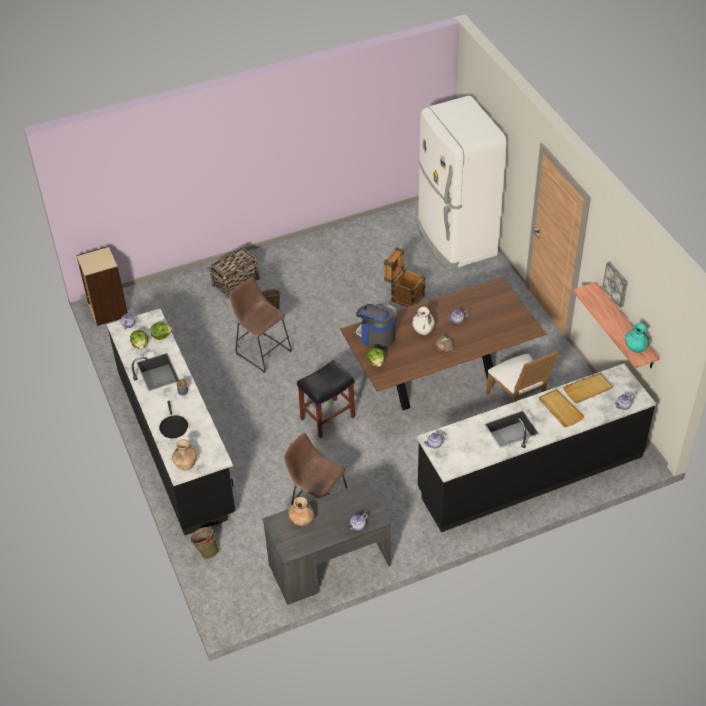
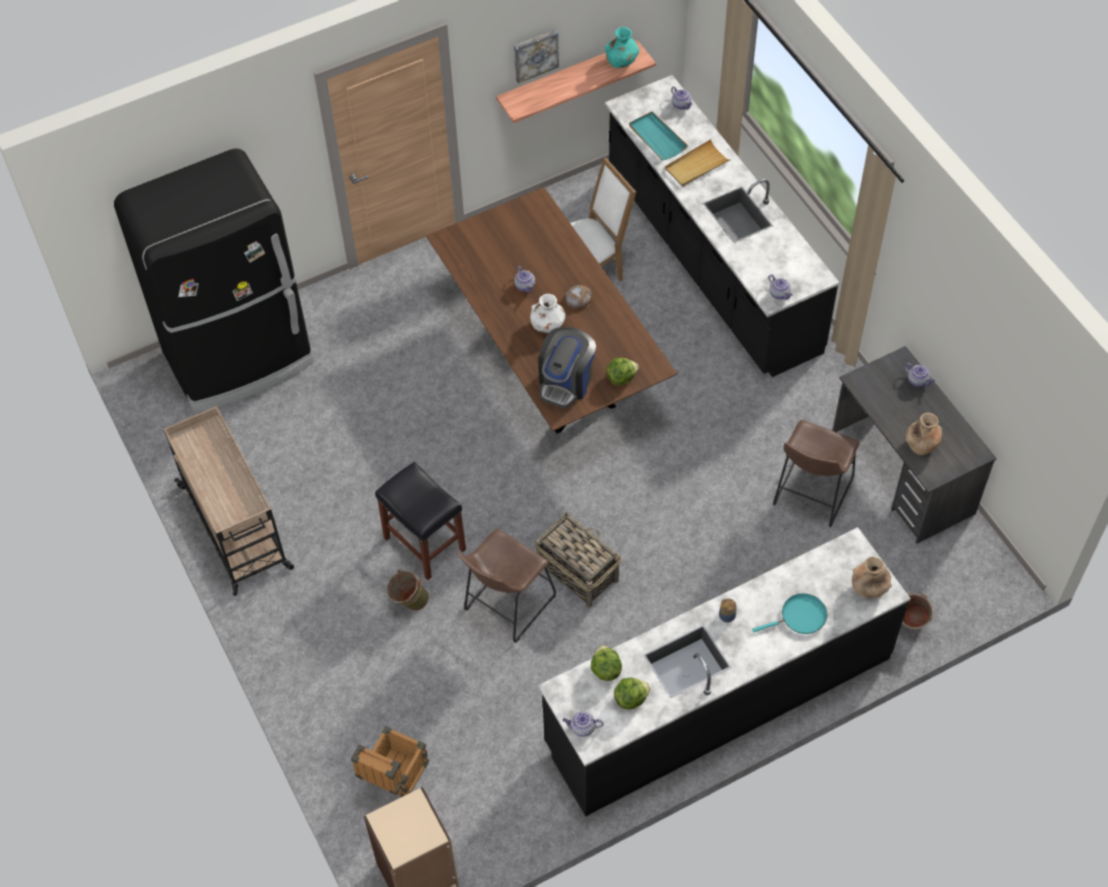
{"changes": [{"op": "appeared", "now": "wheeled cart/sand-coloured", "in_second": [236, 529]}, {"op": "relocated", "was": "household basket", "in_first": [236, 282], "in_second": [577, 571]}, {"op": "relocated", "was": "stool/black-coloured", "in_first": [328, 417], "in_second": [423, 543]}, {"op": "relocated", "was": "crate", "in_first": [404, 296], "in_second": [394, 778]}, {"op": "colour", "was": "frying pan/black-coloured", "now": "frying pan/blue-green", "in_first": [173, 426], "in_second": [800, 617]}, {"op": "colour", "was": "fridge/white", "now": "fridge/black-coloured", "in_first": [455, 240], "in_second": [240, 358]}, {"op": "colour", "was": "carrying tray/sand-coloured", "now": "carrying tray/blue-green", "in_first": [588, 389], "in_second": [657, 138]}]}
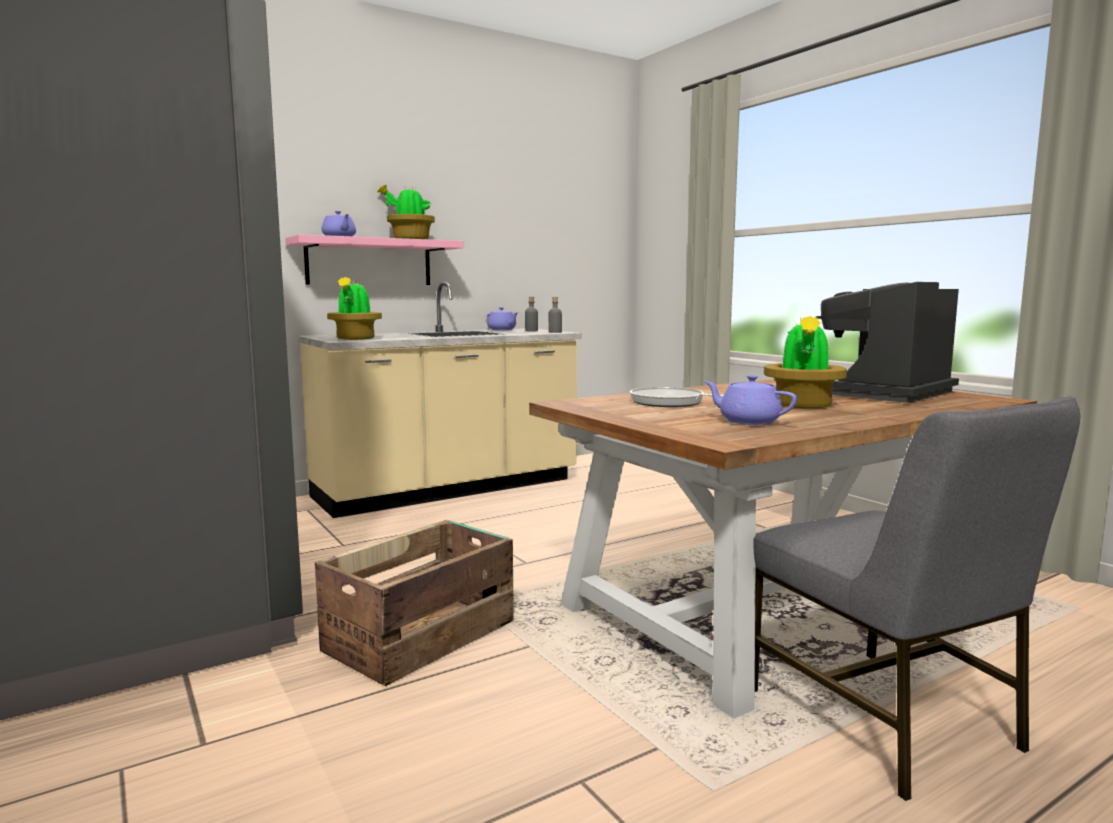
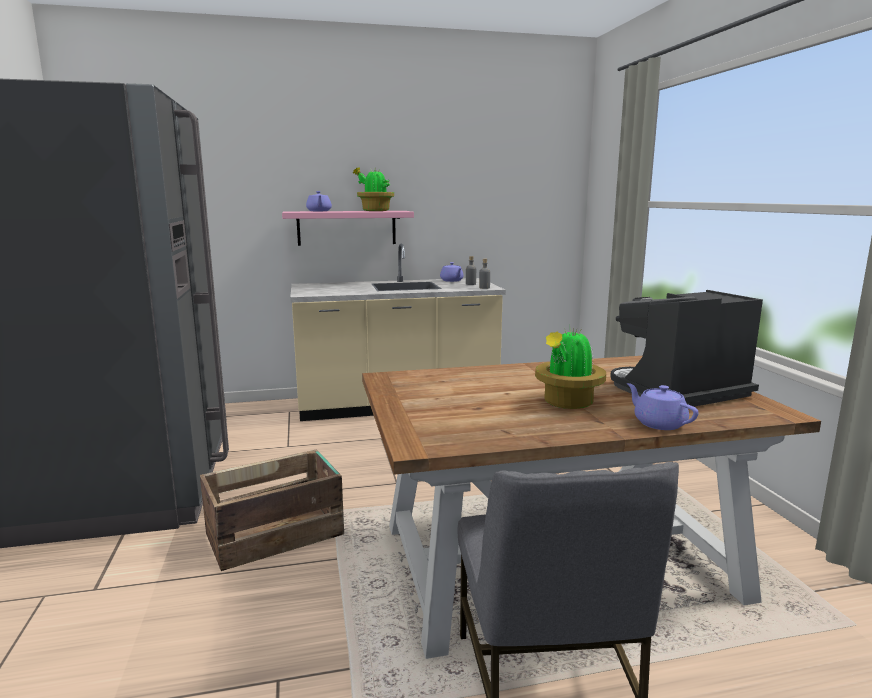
{"changes": [{"op": "missing", "was": "houseplant", "in_first": [355, 339]}, {"op": "missing", "was": "frying pan", "in_first": [671, 402]}, {"op": "relocated", "was": "tea pot/purplish", "in_first": [748, 421], "in_second": [658, 423]}]}
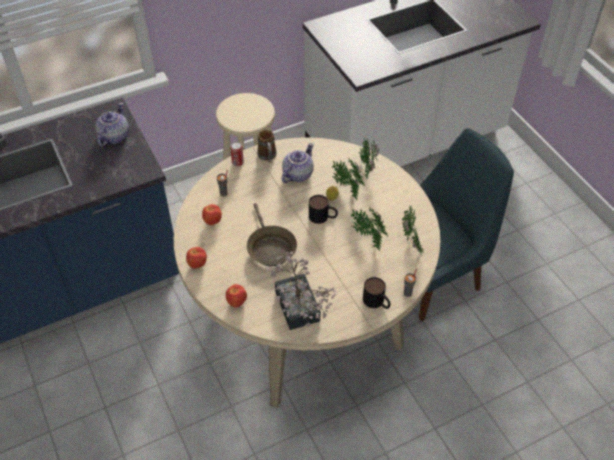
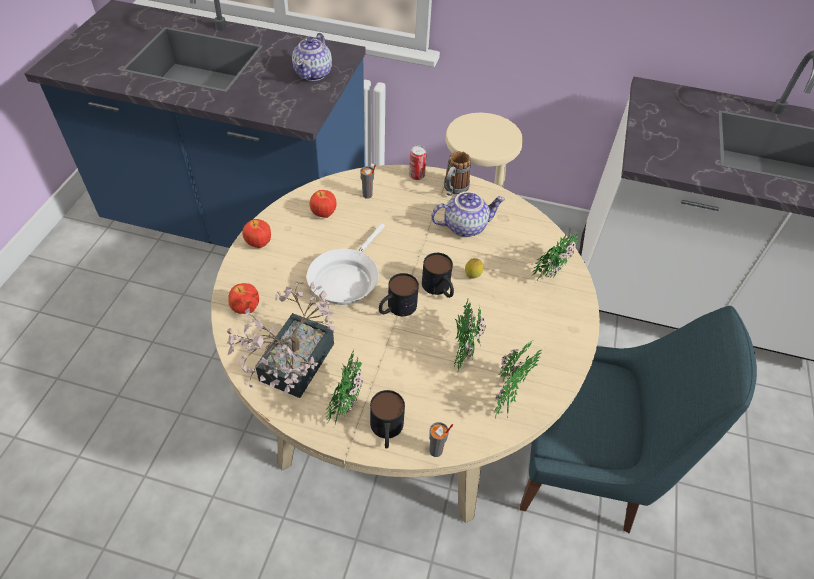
{"changes": [{"op": "appeared", "now": "coffee mug", "in_second": [396, 308]}, {"op": "relocated", "was": "houseplant", "in_first": [347, 188], "in_second": [347, 400]}, {"op": "colour", "was": "frying pan/brown-coloured", "now": "frying pan/white", "in_first": [270, 247], "in_second": [346, 279]}, {"op": "spun", "was": "tea pot", "in_first": [114, 136], "in_second": [313, 73], "clockwise": 135}]}
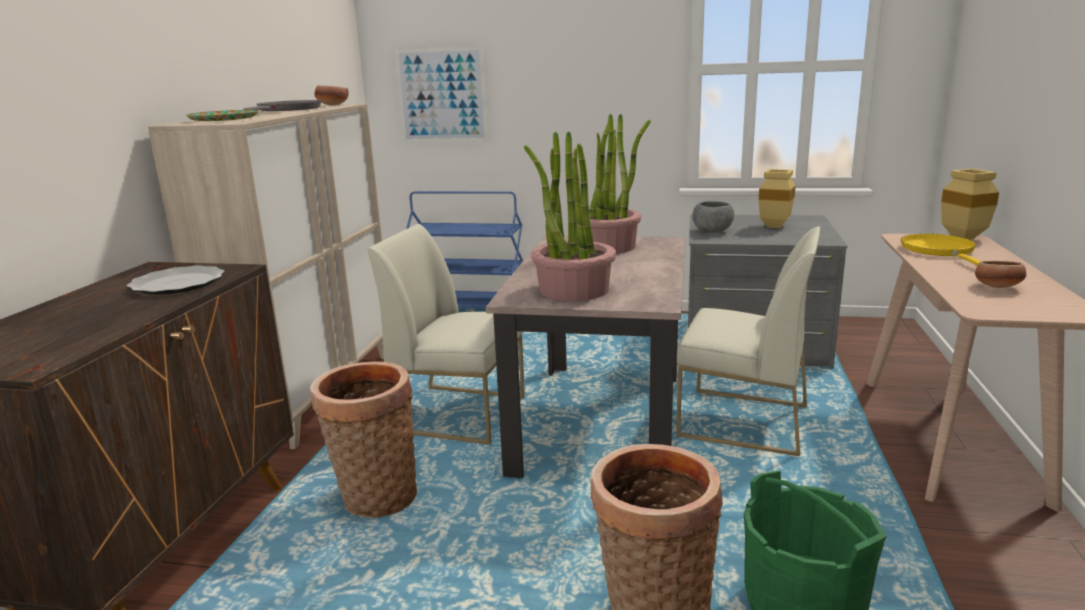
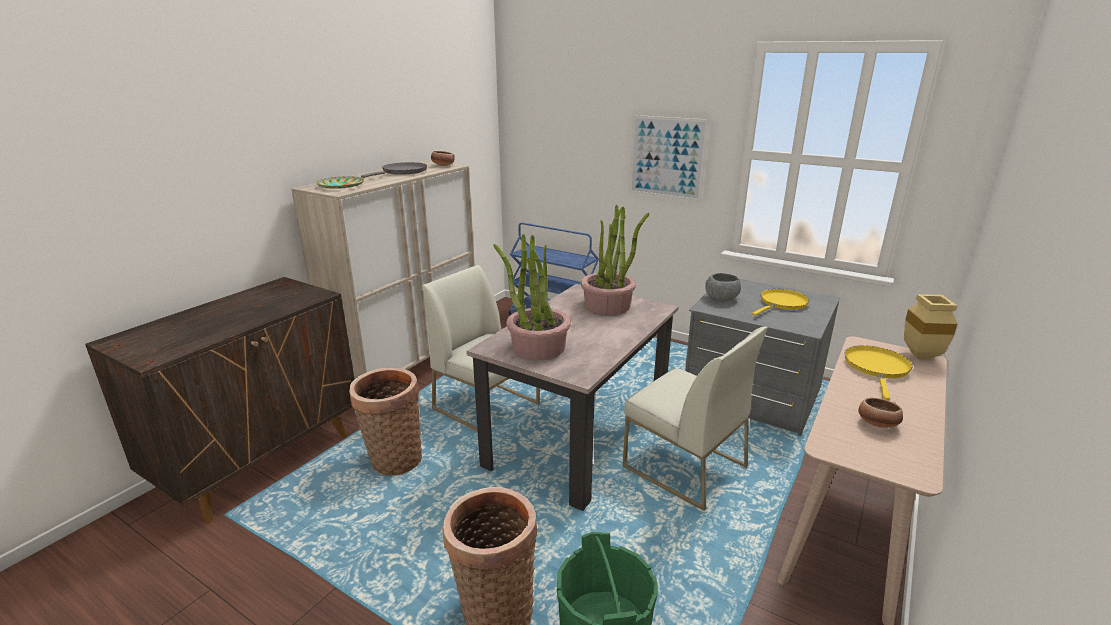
{"changes": [{"op": "missing", "was": "dinner plate", "in_first": [177, 284]}, {"op": "relocated", "was": "wall picture", "in_first": [442, 95], "in_second": [667, 157]}, {"op": "exchanged", "was": "flower vase/sand-coloured", "now": "frying pan/yellow", "in_first": [776, 226], "in_second": [781, 303]}]}
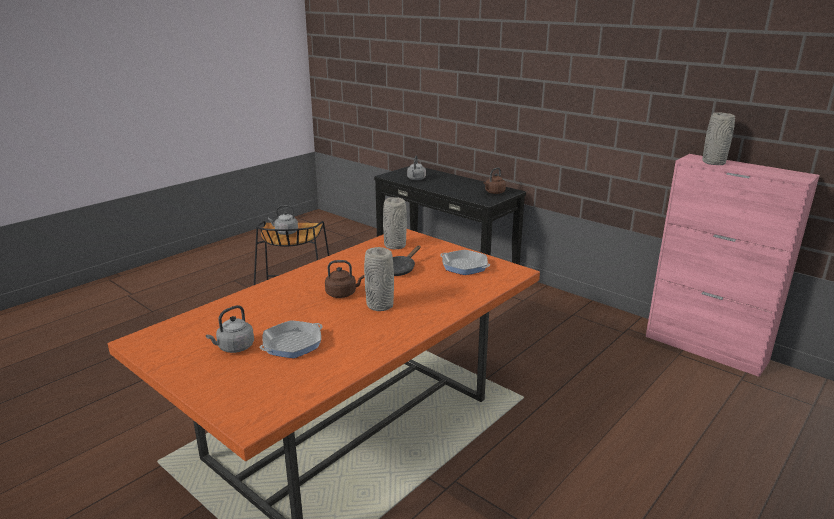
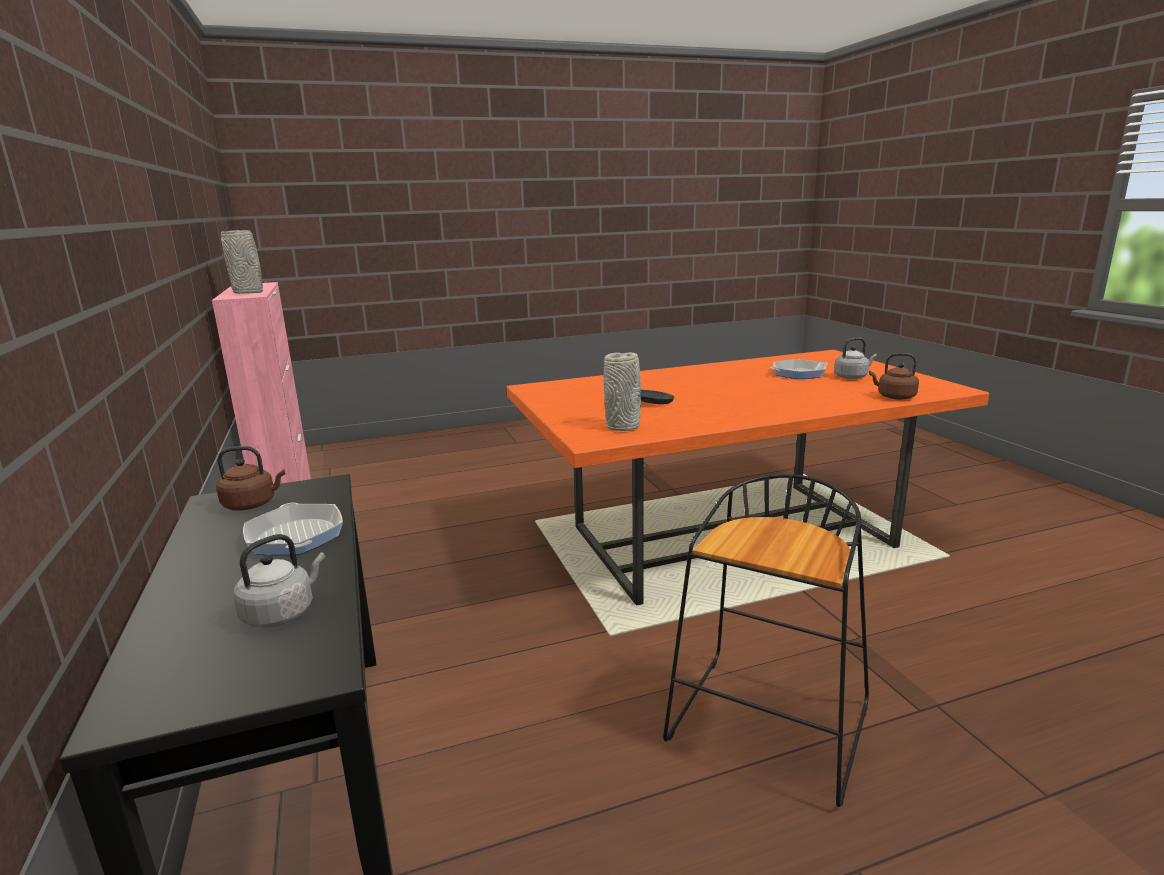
{"changes": [{"op": "missing", "was": "kettle/gray", "in_first": [285, 232]}, {"op": "missing", "was": "flower vase/gray", "in_first": [380, 306]}, {"op": "relocated", "was": "kettle/brown-coloured", "in_first": [343, 294], "in_second": [894, 397]}, {"op": "relocated", "was": "frying pan", "in_first": [464, 266], "in_second": [295, 537]}]}
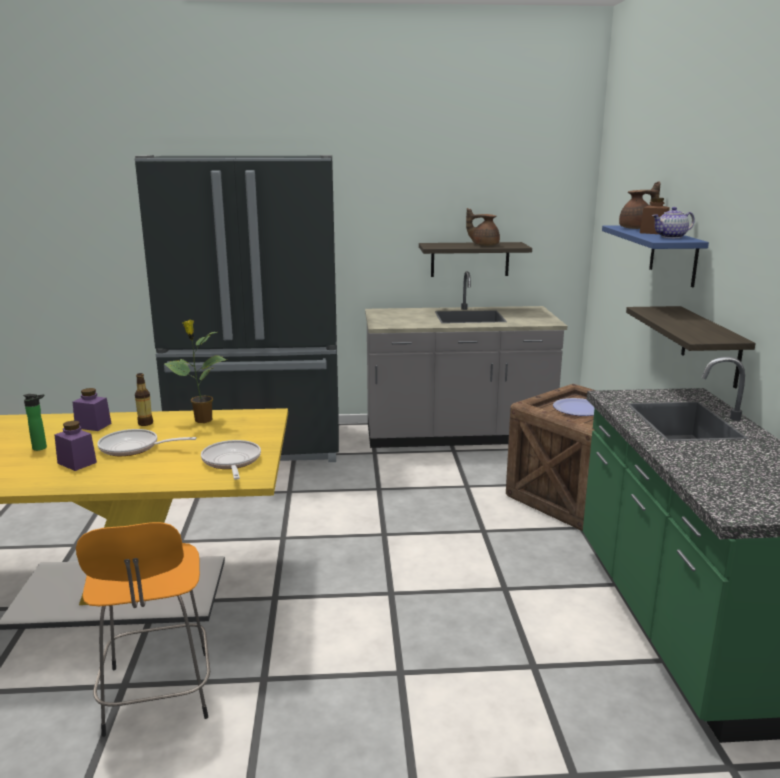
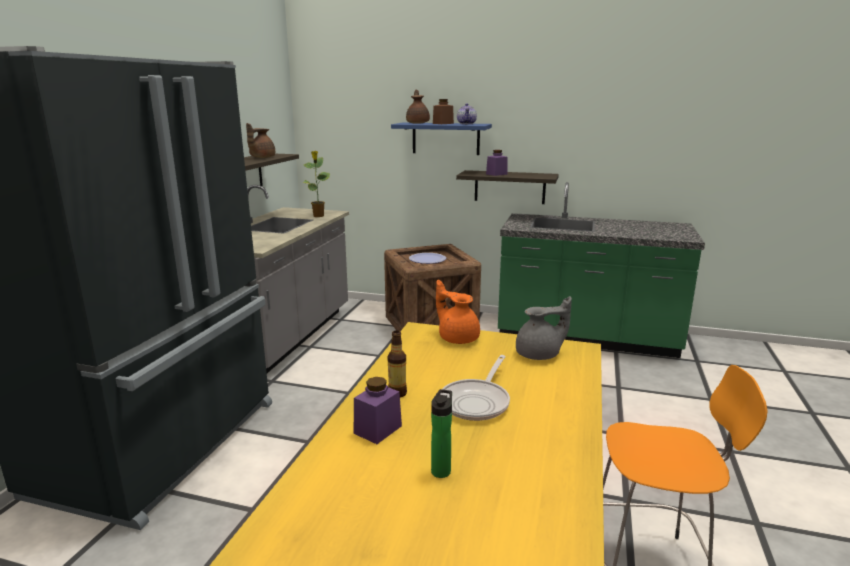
{"changes": [{"op": "appeared", "now": "tea pot/orange", "in_second": [457, 337]}, {"op": "relocated", "was": "storage jar/purplish", "in_first": [77, 463], "in_second": [496, 174]}, {"op": "relocated", "was": "houseplant", "in_first": [202, 420], "in_second": [318, 216]}, {"op": "exchanged", "was": "frying pan", "now": "tea pot/gray", "in_first": [231, 462], "in_second": [540, 355]}]}
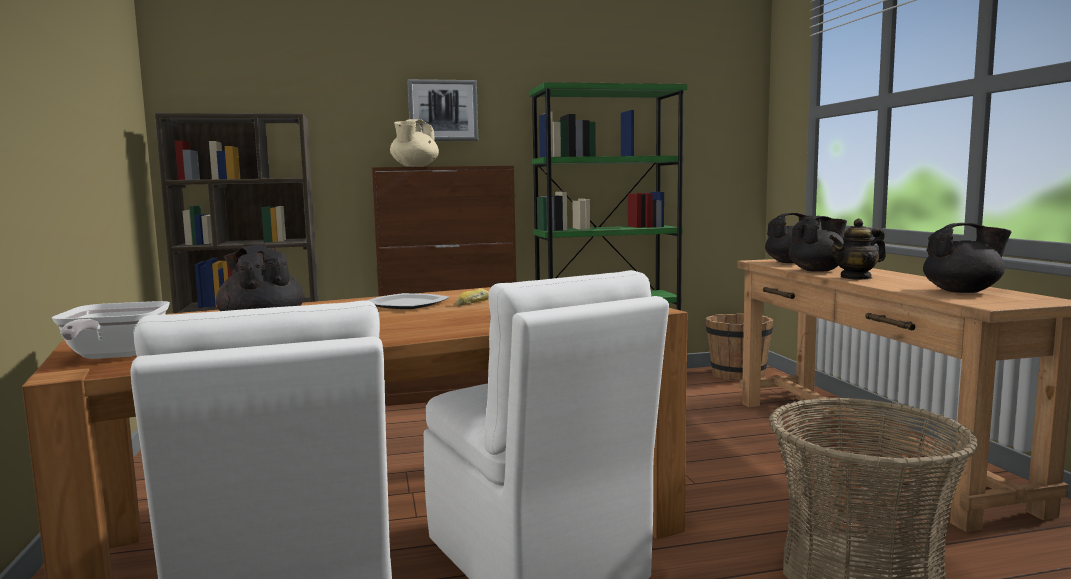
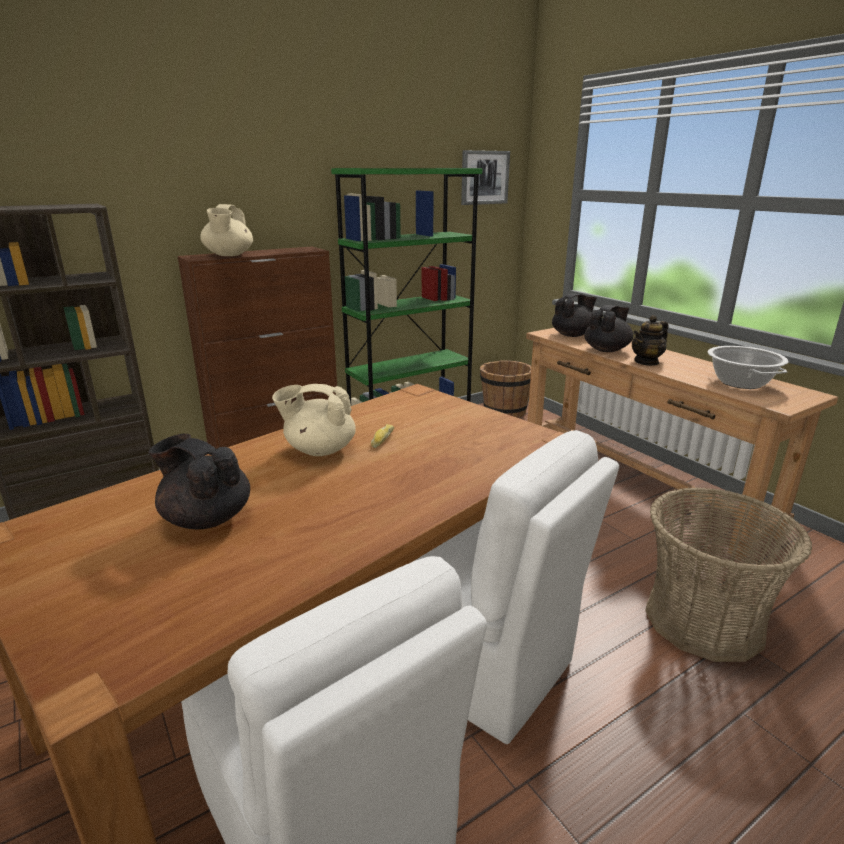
{"changes": [{"op": "missing", "was": "frying pan", "in_first": [112, 356]}, {"op": "relocated", "was": "wall picture", "in_first": [443, 110], "in_second": [484, 177]}, {"op": "exchanged", "was": "dinner plate", "now": "tea pot/sand-coloured", "in_first": [406, 304], "in_second": [319, 450]}, {"op": "exchanged", "was": "tea pot/black-coloured", "now": "cooking pot", "in_first": [963, 291], "in_second": [741, 382]}]}
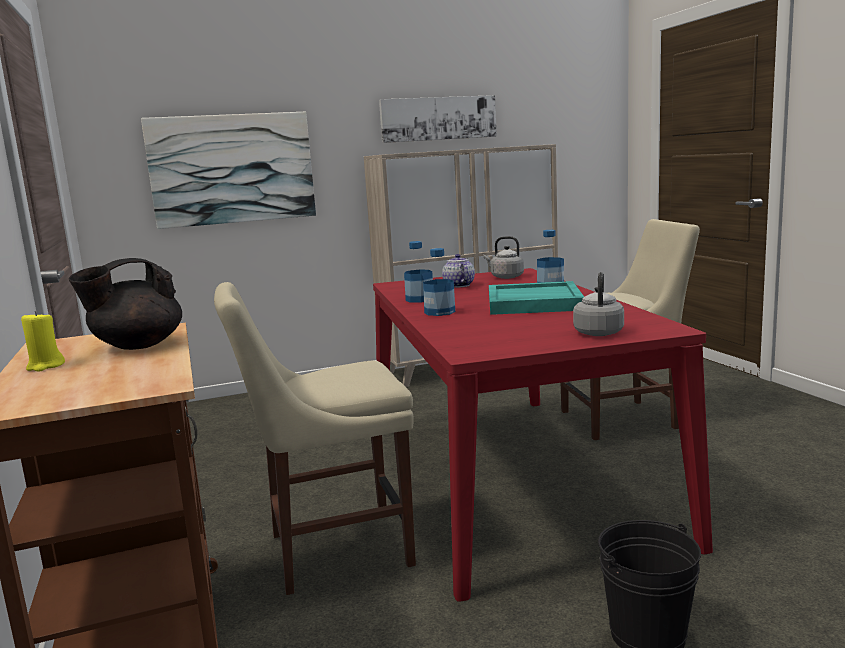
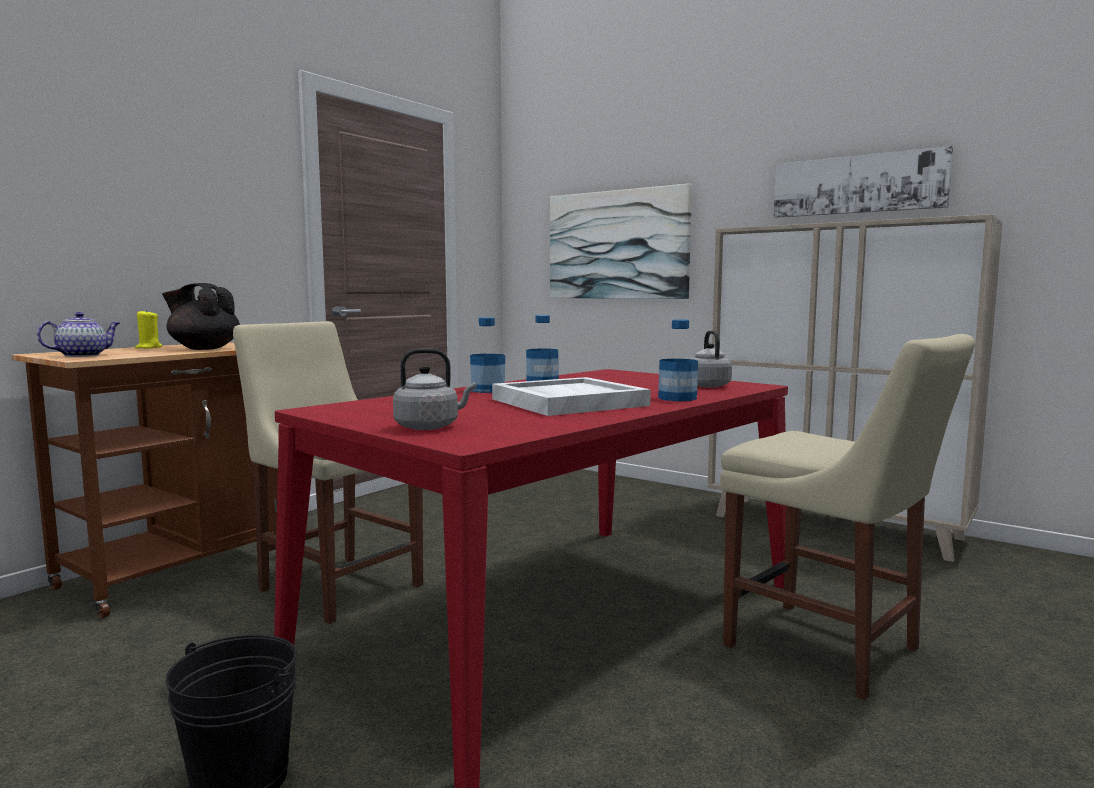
{"changes": [{"op": "relocated", "was": "tea pot", "in_first": [458, 285], "in_second": [83, 355]}, {"op": "colour", "was": "carrying tray/blue-green", "now": "carrying tray/white", "in_first": [533, 303], "in_second": [567, 402]}]}
